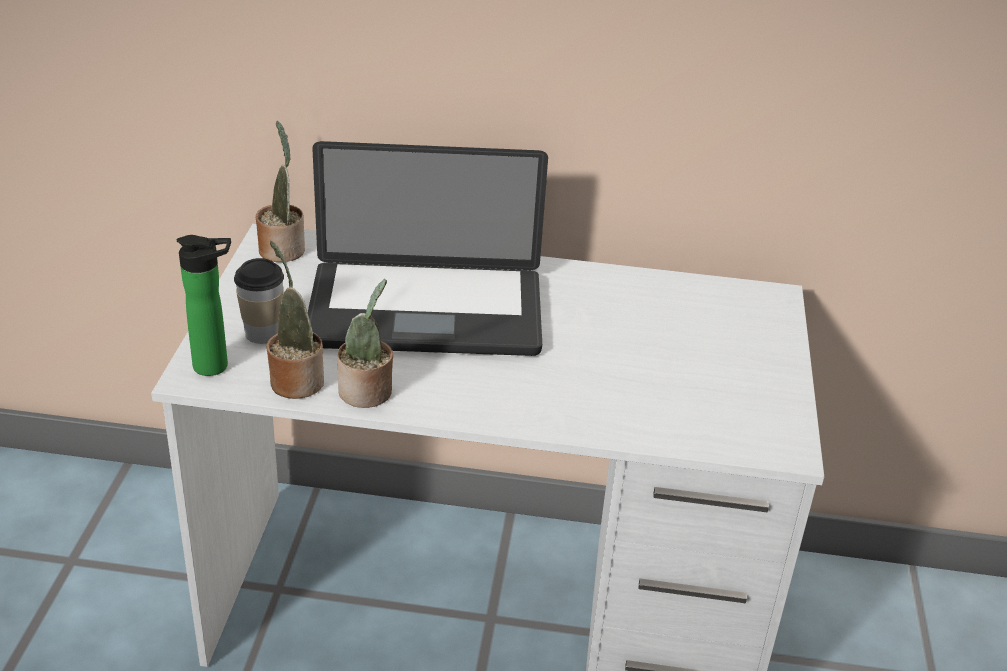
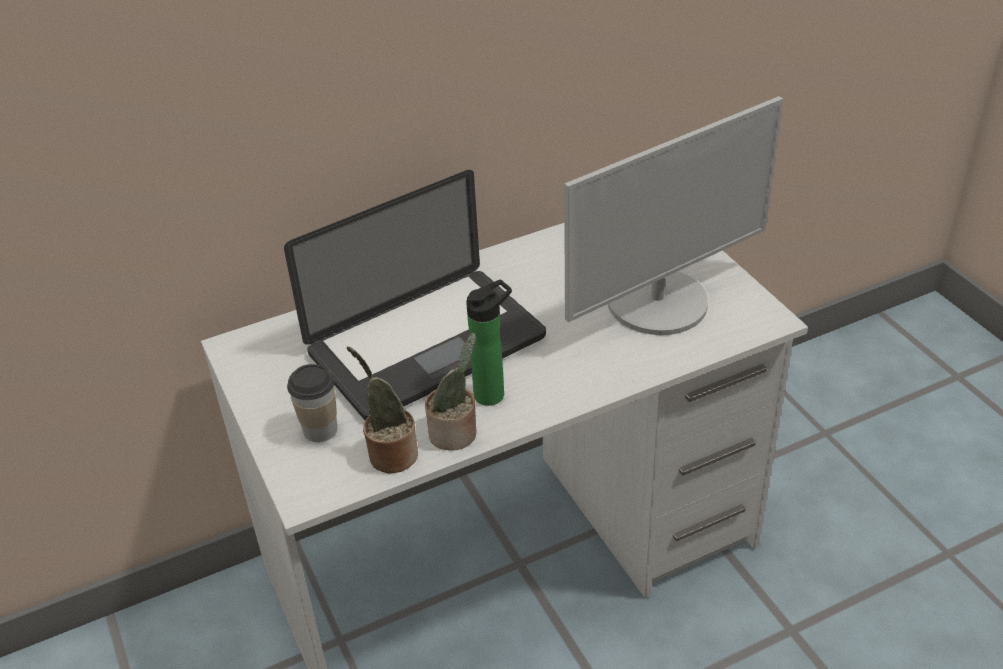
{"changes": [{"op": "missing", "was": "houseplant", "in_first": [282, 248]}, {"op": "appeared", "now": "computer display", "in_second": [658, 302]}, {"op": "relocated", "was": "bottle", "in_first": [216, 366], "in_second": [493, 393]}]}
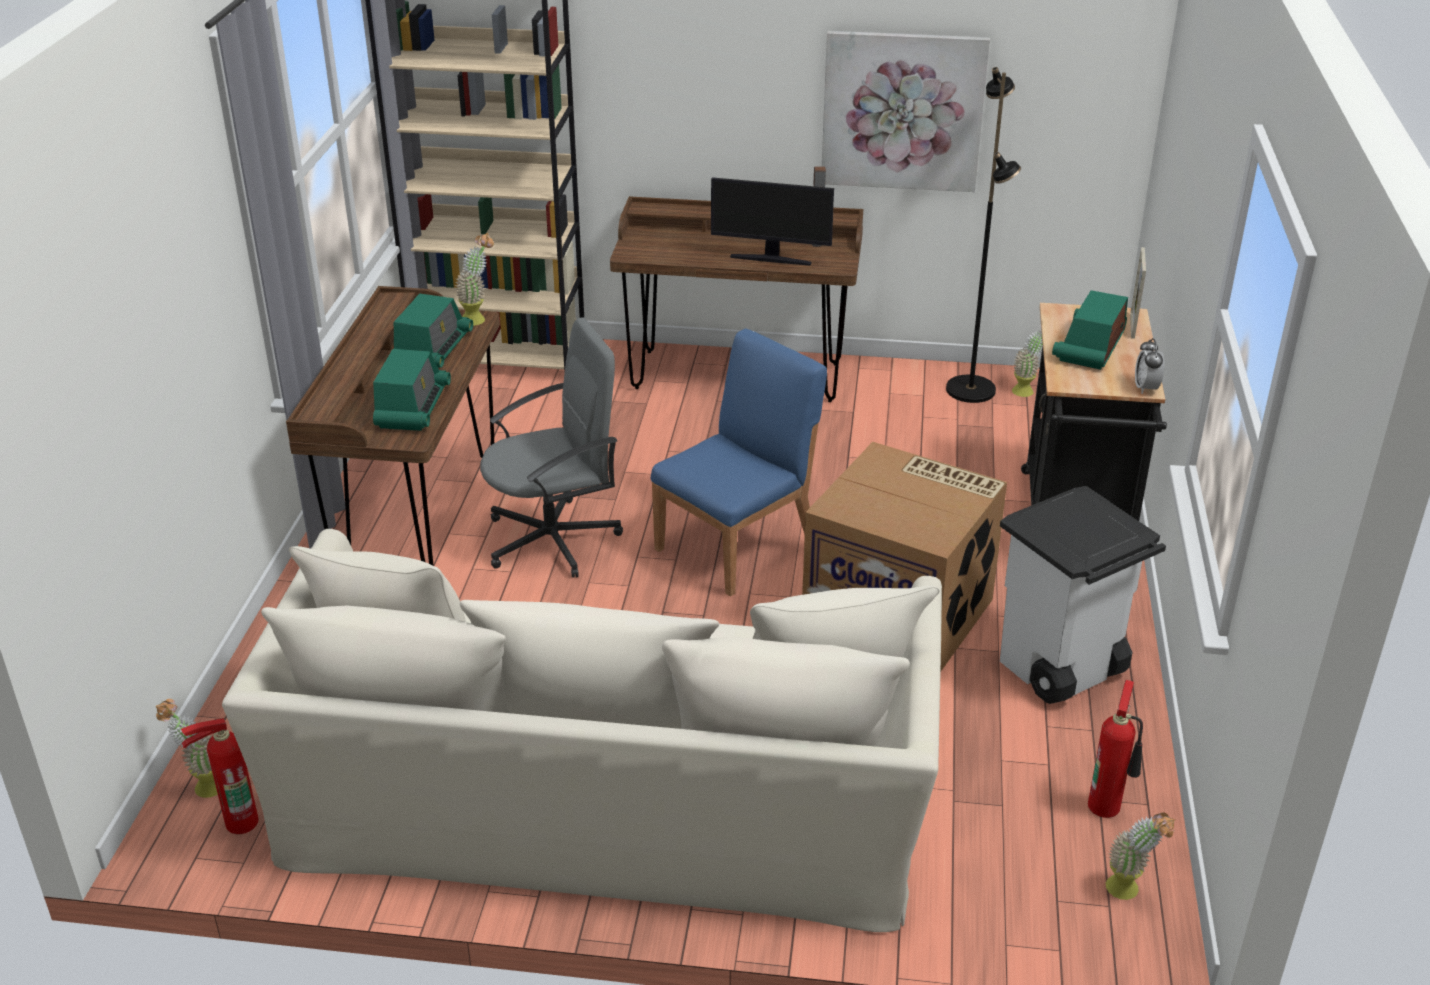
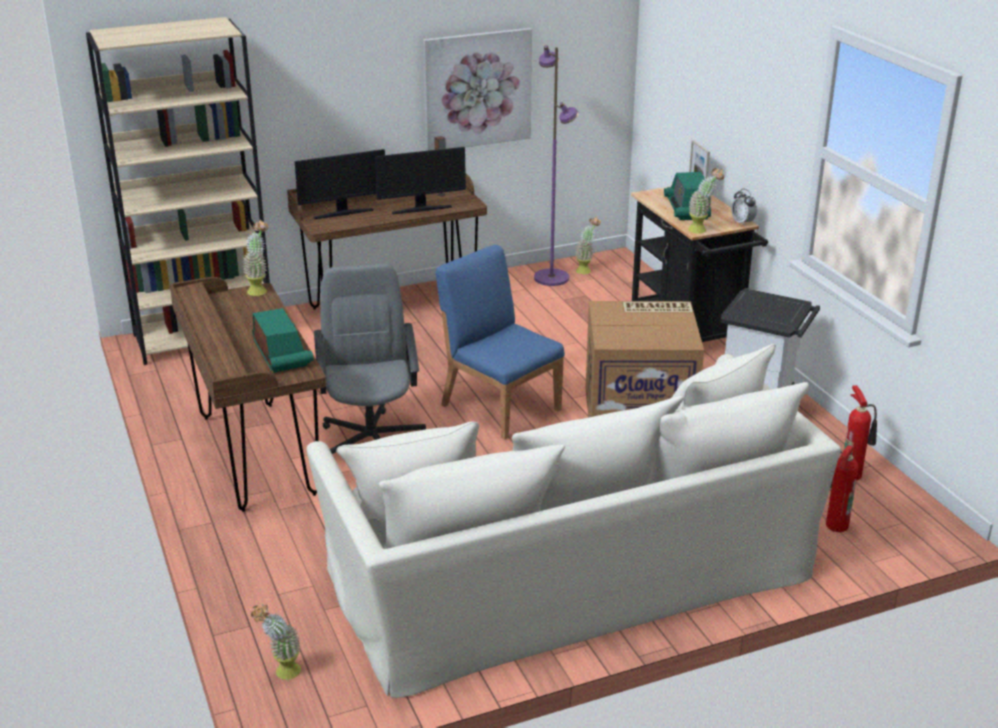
{"changes": [{"op": "missing", "was": "radio receiver", "in_first": [433, 350]}, {"op": "appeared", "now": "computer display", "in_second": [343, 213]}, {"op": "relocated", "was": "extinguisher", "in_first": [238, 821], "in_second": [834, 526]}, {"op": "relocated", "was": "houseplant", "in_first": [1130, 891], "in_second": [702, 230]}, {"op": "colour", "was": "floor lamp/black-coloured", "now": "floor lamp/purplish", "in_first": [971, 390], "in_second": [552, 278]}, {"op": "spun", "was": "office chair/gray", "in_first": [554, 539], "in_second": [371, 439], "clockwise": -45}, {"op": "spun", "was": "plain chair/blue", "in_first": [738, 546], "in_second": [500, 406], "clockwise": -60}]}
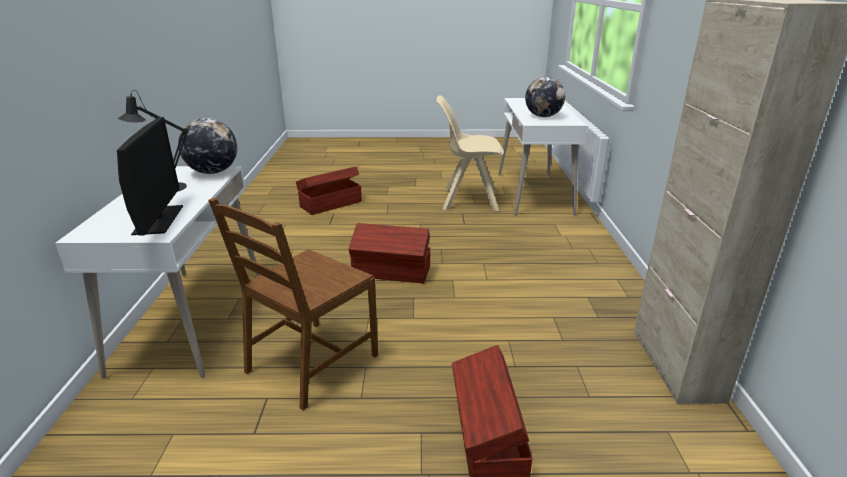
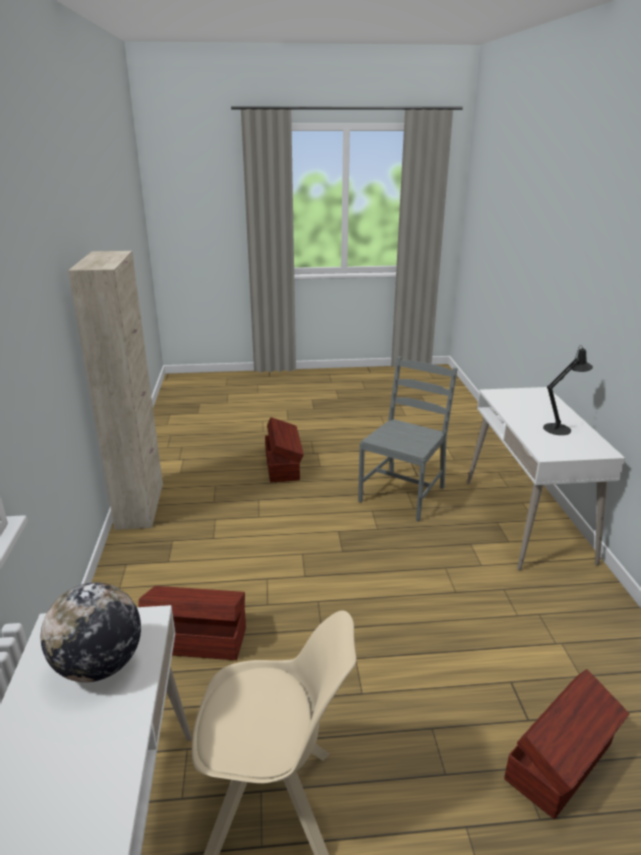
{"changes": [{"op": "missing", "was": "computer display", "in_first": [158, 219]}, {"op": "missing", "was": "desk globe", "in_first": [213, 172]}, {"op": "relocated", "was": "storage box/brown-coloured", "in_first": [392, 272], "in_second": [195, 639]}, {"op": "colour", "was": "plain chair/brown-coloured", "now": "plain chair/gray", "in_first": [311, 363], "in_second": [403, 494]}]}
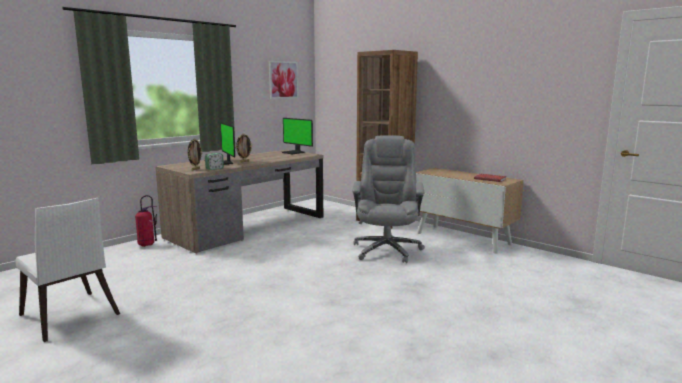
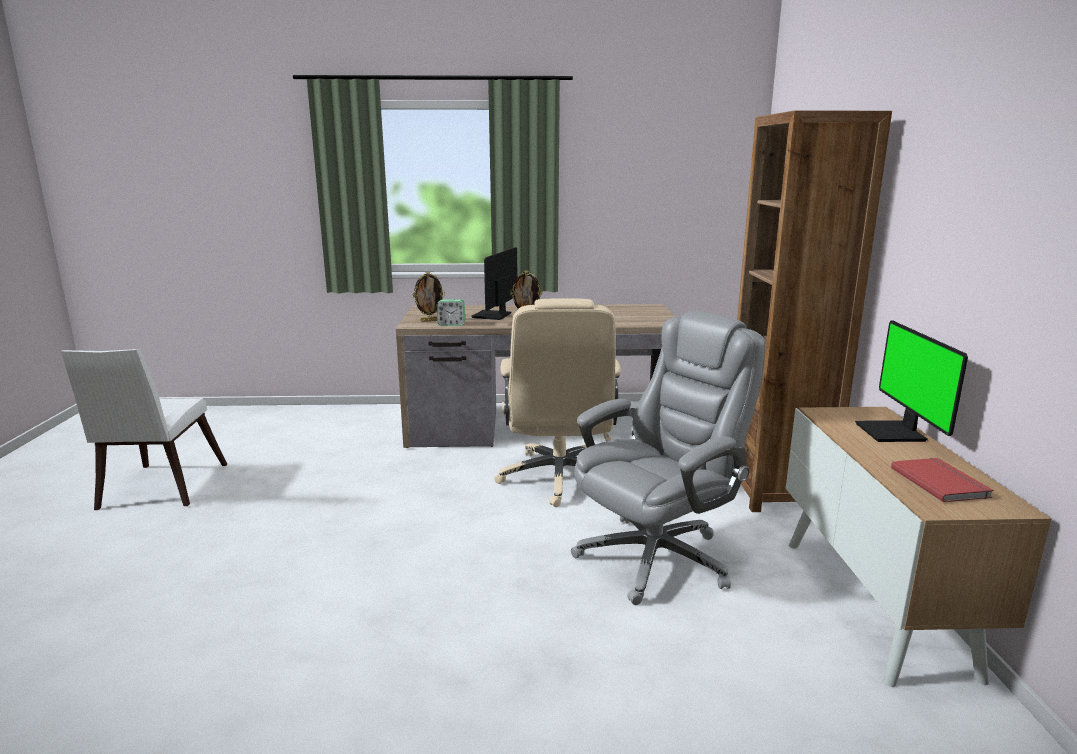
{"changes": [{"op": "missing", "was": "extinguisher", "in_first": [147, 245]}, {"op": "missing", "was": "wall picture", "in_first": [283, 80]}, {"op": "appeared", "now": "office chair/sand-coloured", "in_second": [559, 478]}, {"op": "relocated", "was": "computer display", "in_first": [294, 152], "in_second": [893, 433]}]}
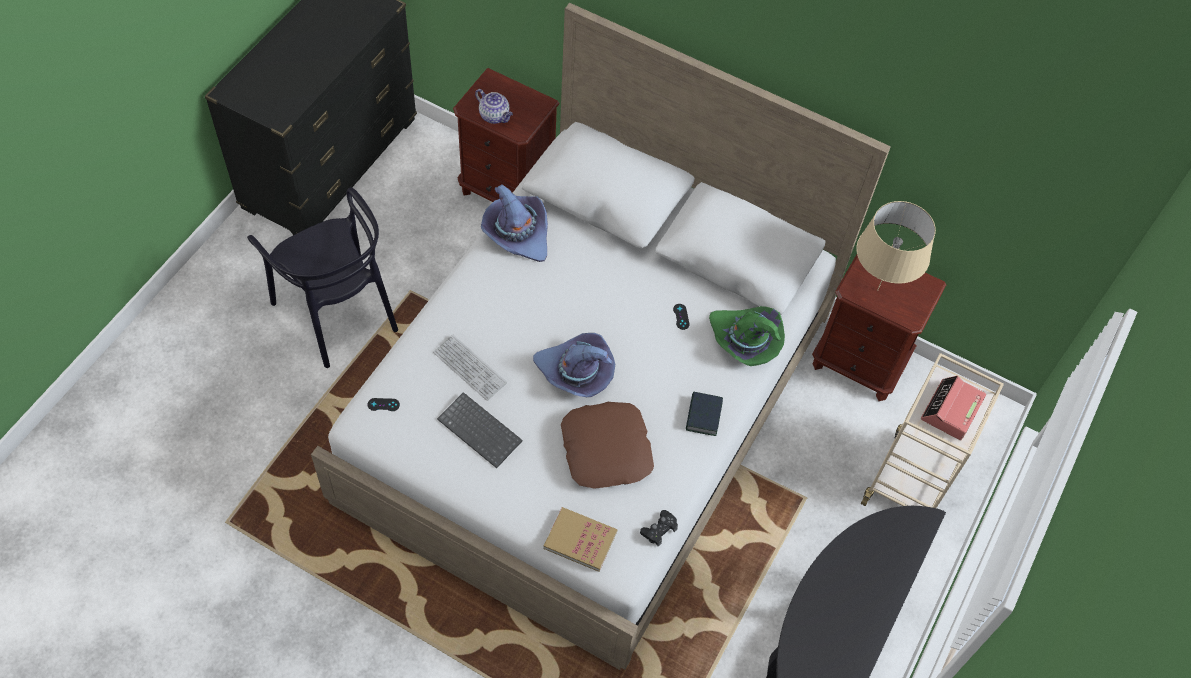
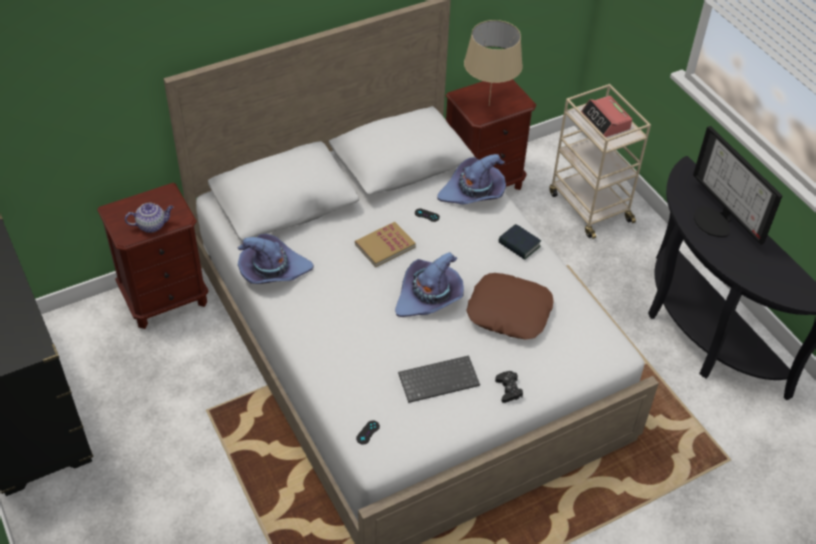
{"changes": [{"op": "missing", "was": "plain chair/black-coloured", "in_first": [337, 313]}, {"op": "missing", "was": "PC keyboard", "in_first": [469, 368]}, {"op": "appeared", "now": "computer display", "in_second": [716, 221]}, {"op": "relocated", "was": "volume", "in_first": [580, 540], "in_second": [385, 246]}, {"op": "relocated", "was": "gamepad/black-coloured", "in_first": [659, 529], "in_second": [508, 389]}, {"op": "colour", "was": "clothing hat/green", "now": "clothing hat/purplish", "in_first": [745, 341], "in_second": [473, 192]}]}
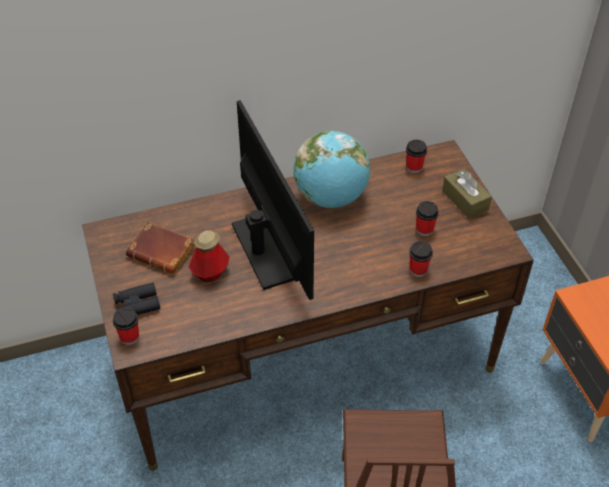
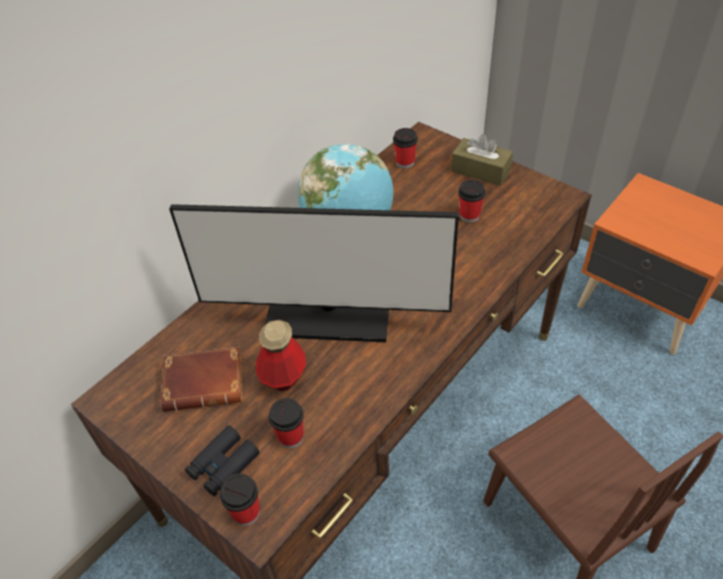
{"changes": [{"op": "relocated", "was": "small cup", "in_first": [418, 270], "in_second": [290, 436]}, {"op": "spun", "was": "computer display", "in_first": [267, 250], "in_second": [327, 317], "clockwise": 150}]}
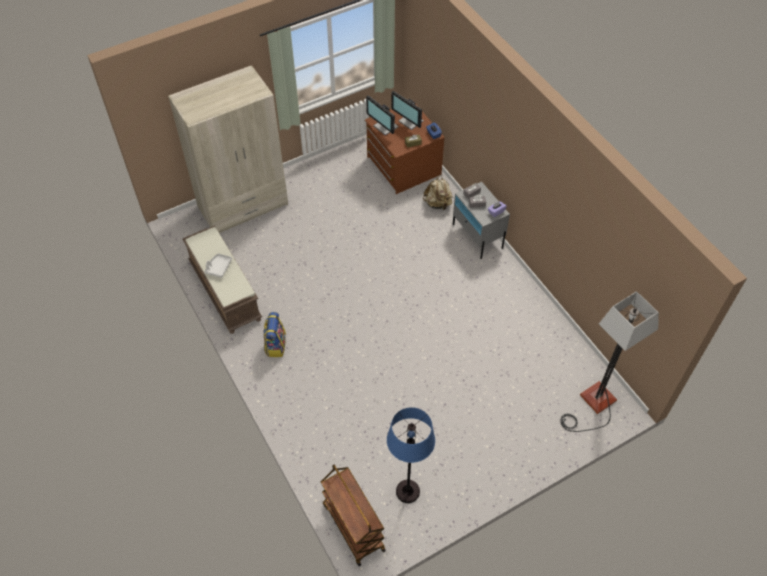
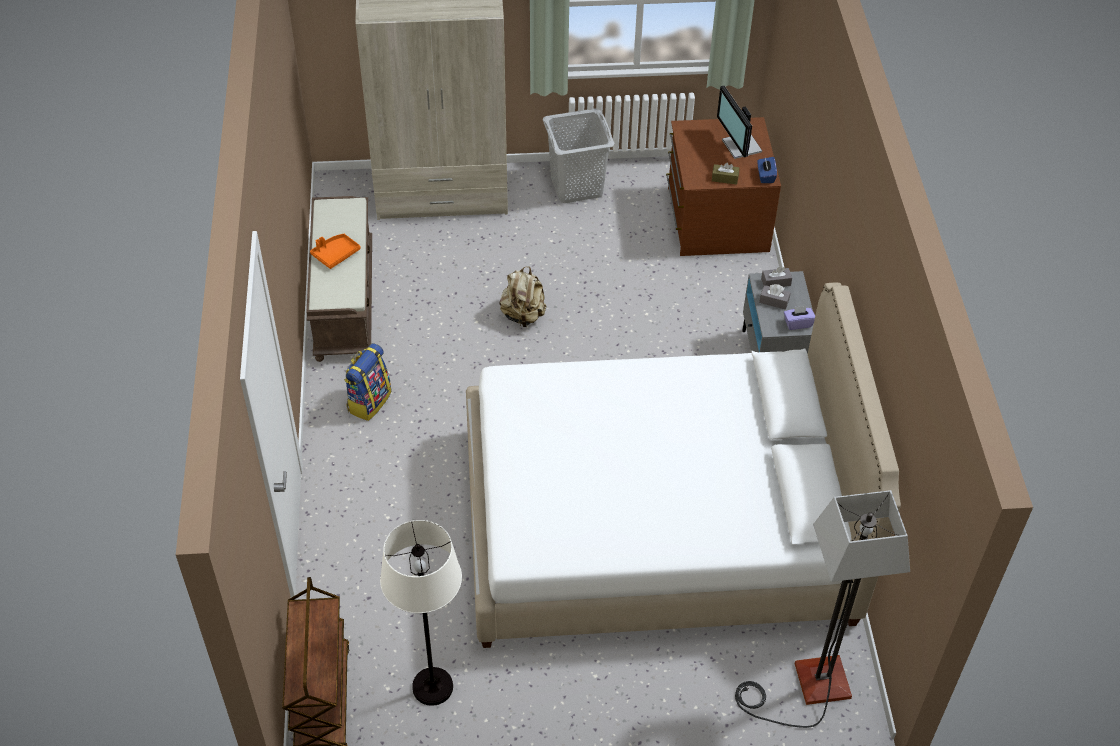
{"changes": [{"op": "missing", "was": "computer display", "in_first": [385, 127]}, {"op": "appeared", "now": "bed/white", "in_second": [656, 525]}, {"op": "appeared", "now": "hamper/gray", "in_second": [576, 186]}, {"op": "relocated", "was": "rucksack/sand-coloured", "in_first": [438, 204], "in_second": [523, 315]}, {"op": "colour", "was": "carrying tray/gray", "now": "carrying tray/orange", "in_first": [218, 267], "in_second": [335, 254]}, {"op": "colour", "was": "floor lamp/blue", "now": "floor lamp/white", "in_first": [407, 491], "in_second": [433, 686]}]}
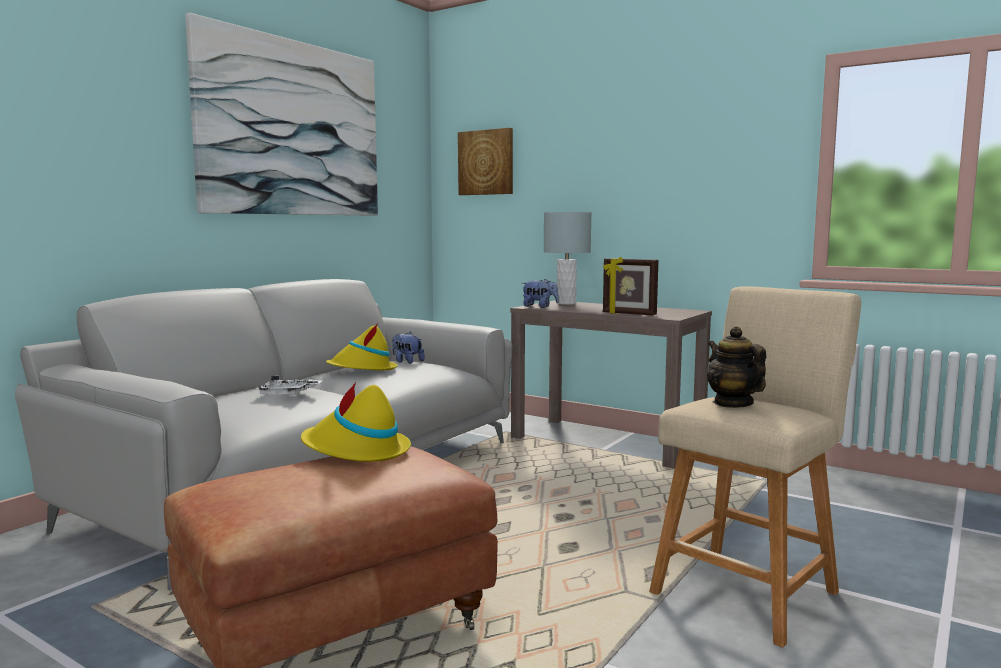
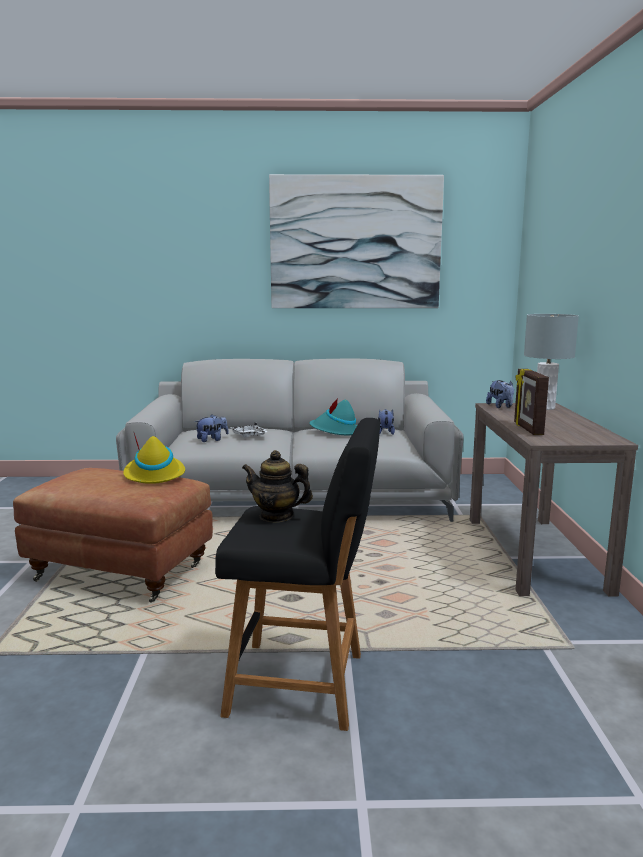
{"changes": [{"op": "missing", "was": "wall picture", "in_first": [486, 162]}, {"op": "appeared", "now": "soft toy", "in_second": [212, 440]}, {"op": "colour", "was": "clothing hat/yellow", "now": "clothing hat/blue-green", "in_first": [362, 370], "in_second": [335, 431]}, {"op": "colour", "was": "stool/sand-coloured", "now": "stool/black-coloured", "in_first": [748, 589], "in_second": [304, 684]}, {"op": "spun", "was": "tea pot", "in_first": [732, 403], "in_second": [276, 516], "clockwise": -105}]}
